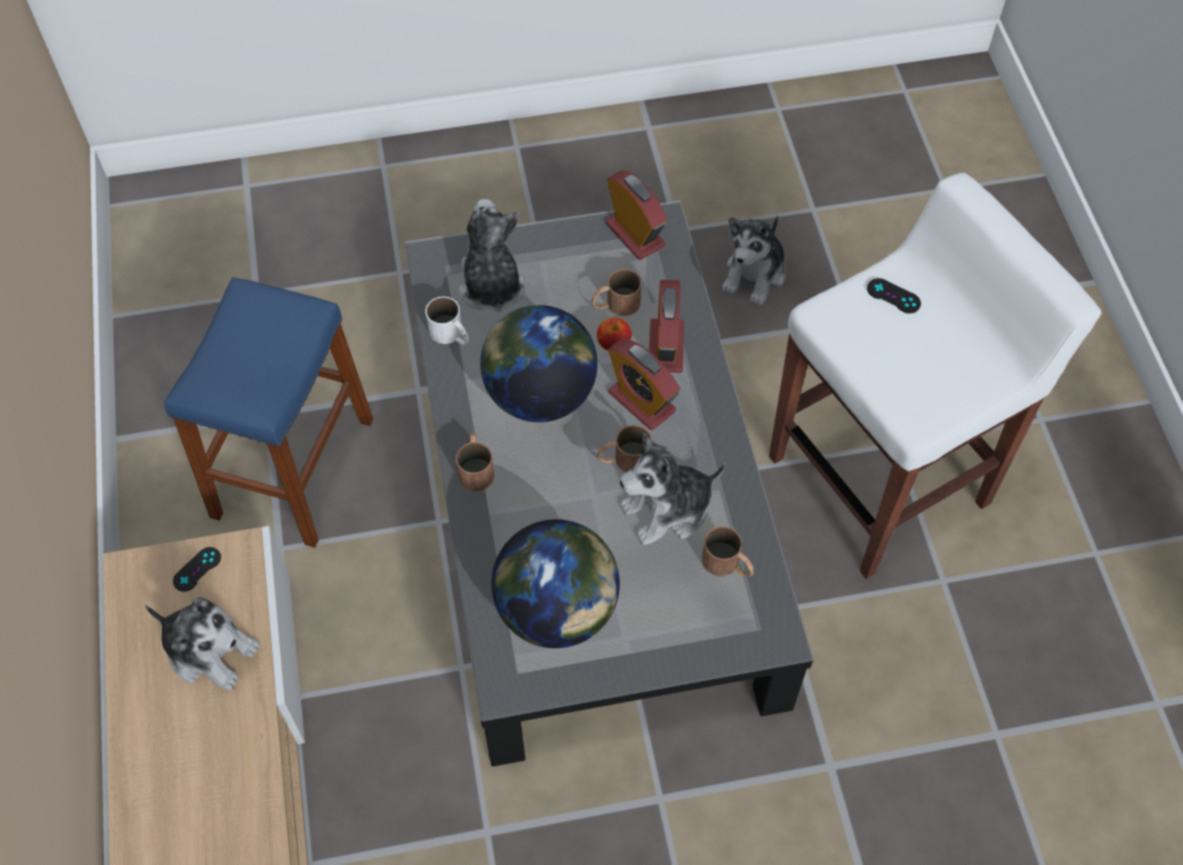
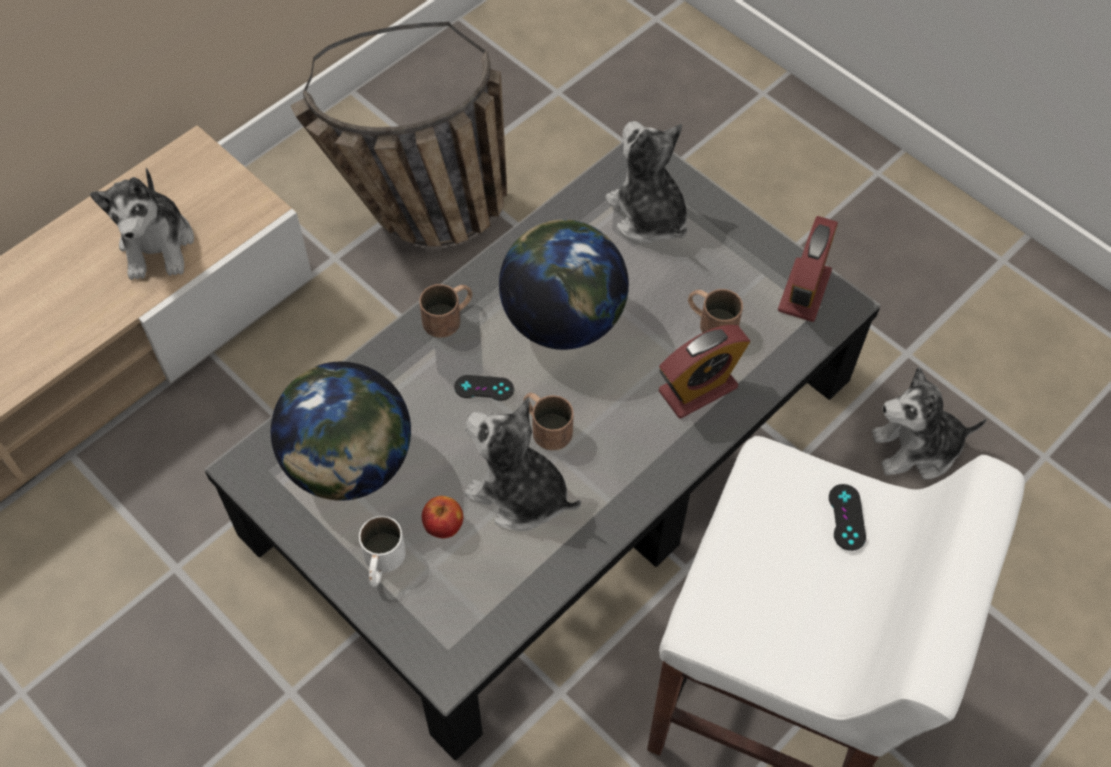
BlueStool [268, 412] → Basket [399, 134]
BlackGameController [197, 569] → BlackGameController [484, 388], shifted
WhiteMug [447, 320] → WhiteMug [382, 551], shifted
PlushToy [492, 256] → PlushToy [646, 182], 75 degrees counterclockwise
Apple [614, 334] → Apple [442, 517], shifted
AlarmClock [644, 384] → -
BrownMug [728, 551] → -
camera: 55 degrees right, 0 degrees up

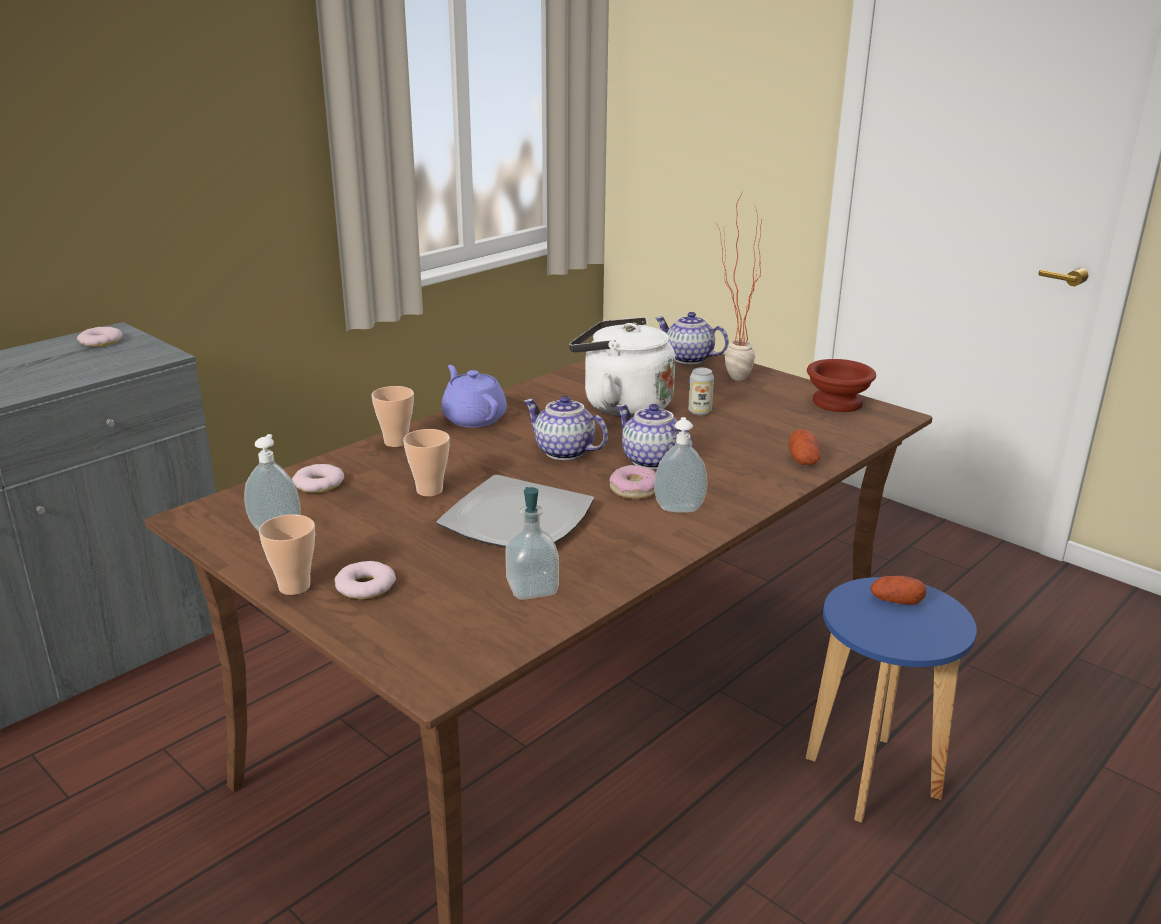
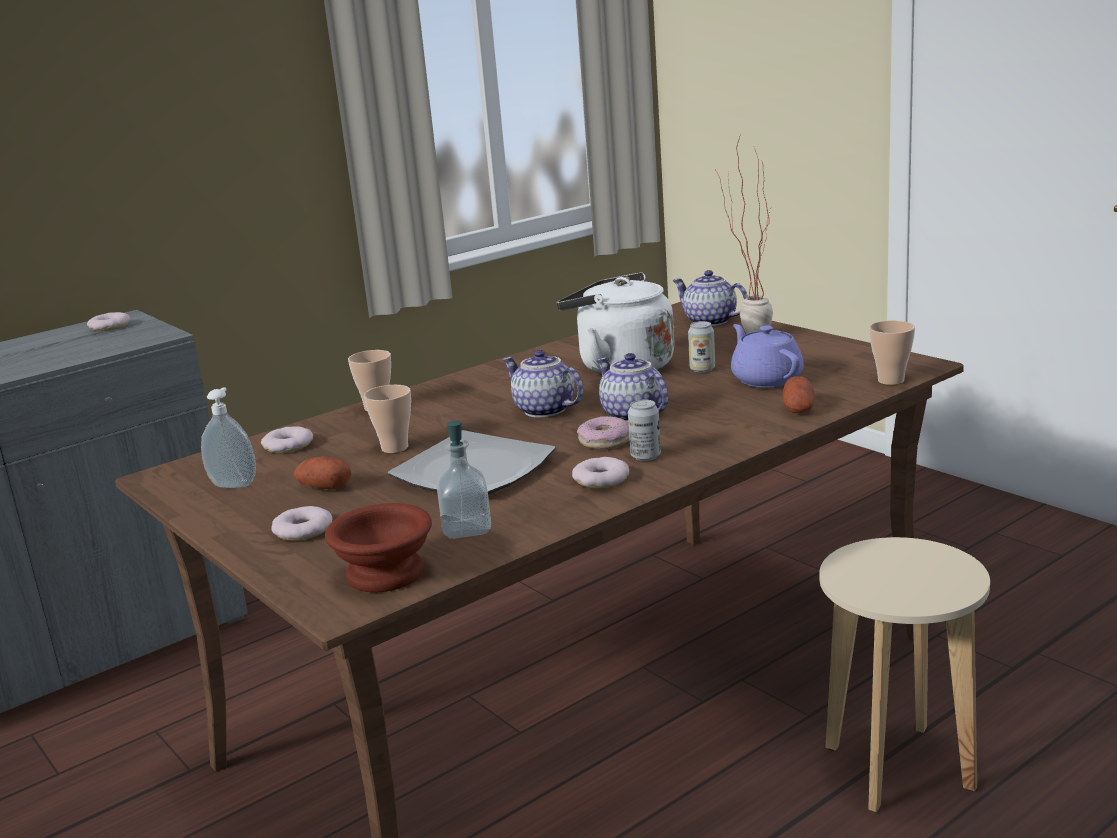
Cup [287, 554] → Cup [892, 352], shifted
PurpleTeapot [474, 396] → PurpleTeapot [767, 356], shifted
SoapDispenser [680, 465] → Can [644, 430]
BlueStool [891, 700] → BeigeStool [904, 674]
BrownBowl [841, 385] → BrownBowl [378, 547], shifted
Potato [898, 590] → Potato [323, 473], shifted
- → Donut [600, 472]
camera: 10 degrees right, 5 degrees down

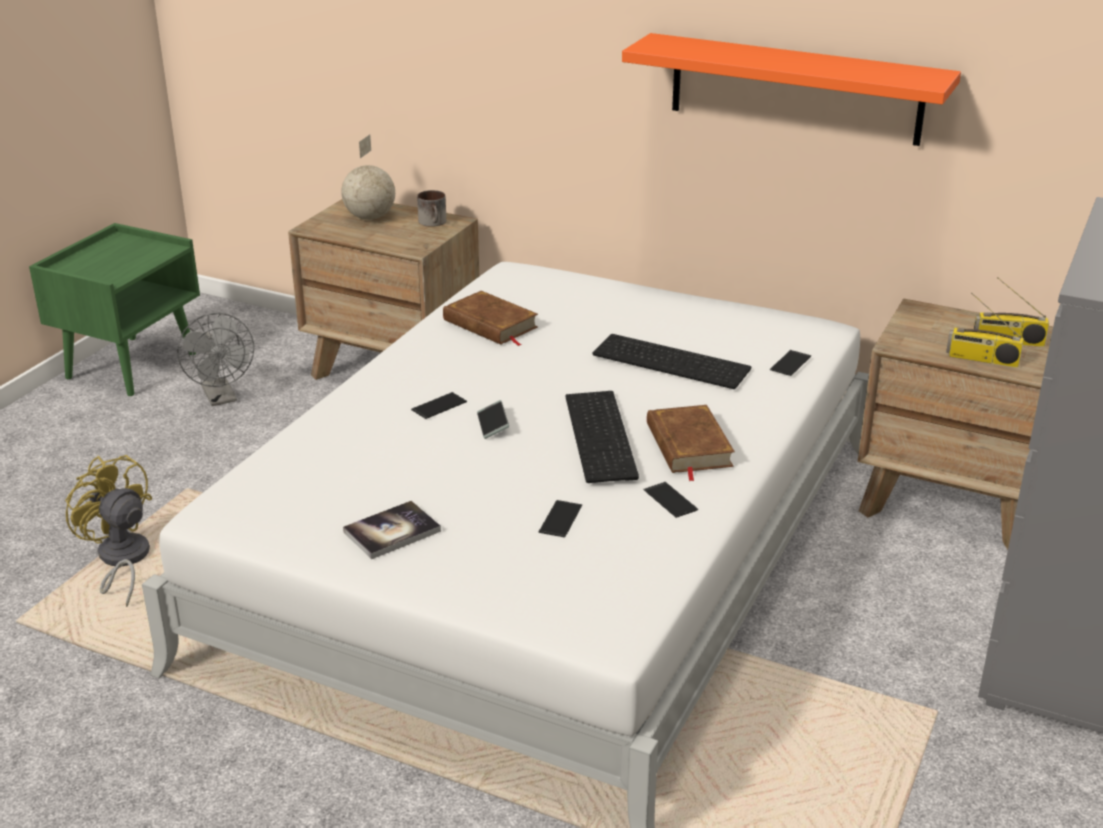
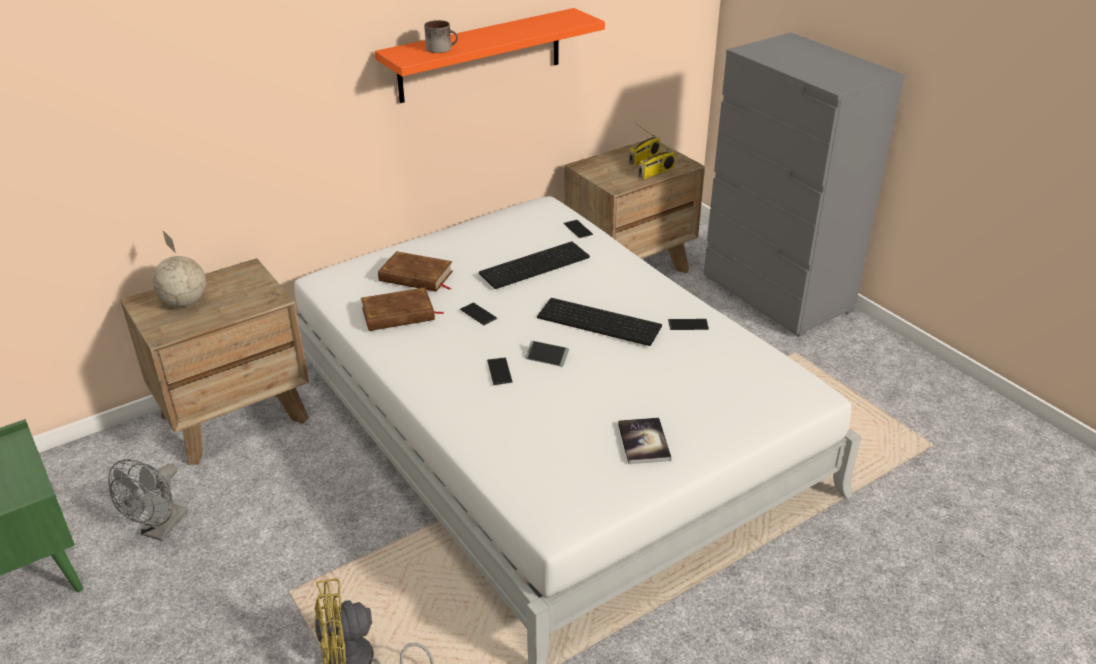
GreyFan [215, 359] → GreyFan [148, 500], 105 degrees clockwise
Mug [431, 208] → Mug [441, 36], shifted
Phone [560, 519] → Phone [479, 313], shifted
BrownBook [691, 443] → BrownBook [415, 271], shifted
camera: 60 degrees left, 5 degrees up

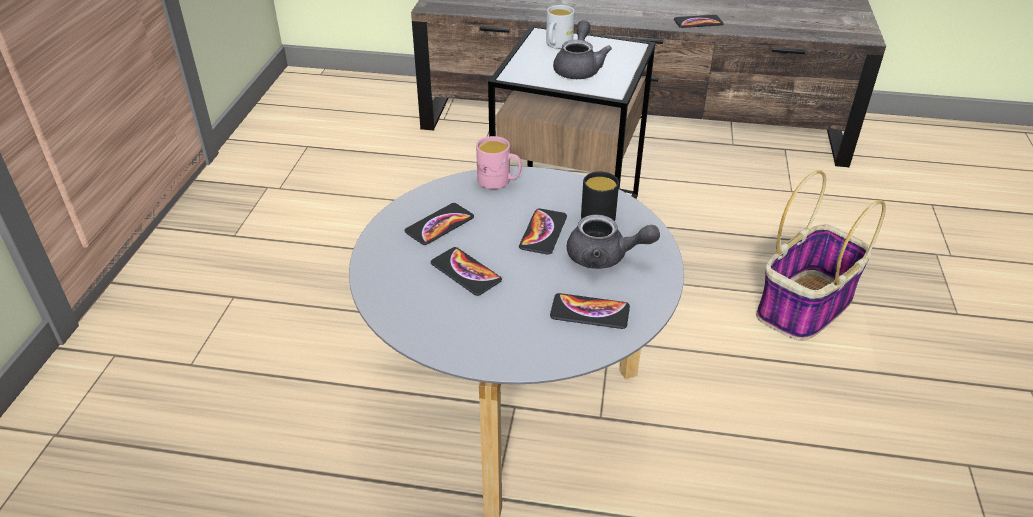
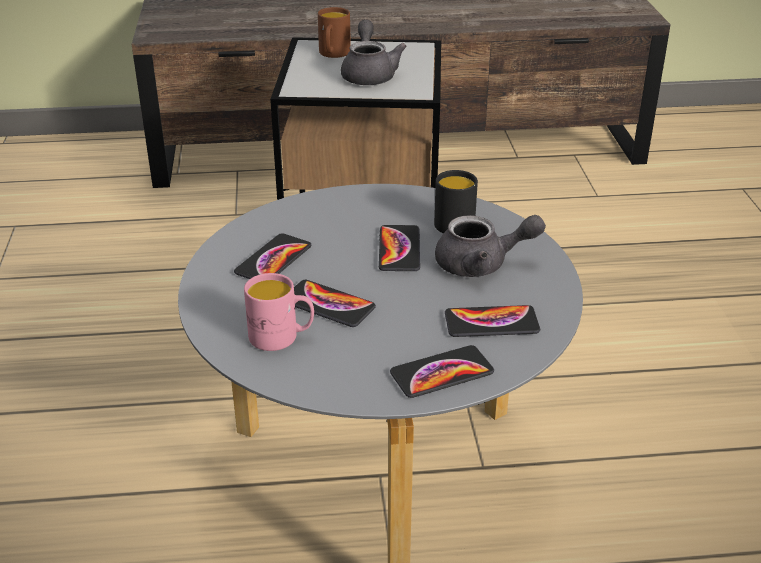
PinkMug [499, 162] → PinkMug [279, 312], shifted
WhiteMug [560, 27] → BrownMug [334, 32]
Phone [699, 21] → Phone [442, 371], shifted
Basket [821, 255] → -
camera: 15 degrees left, 5 degrees down

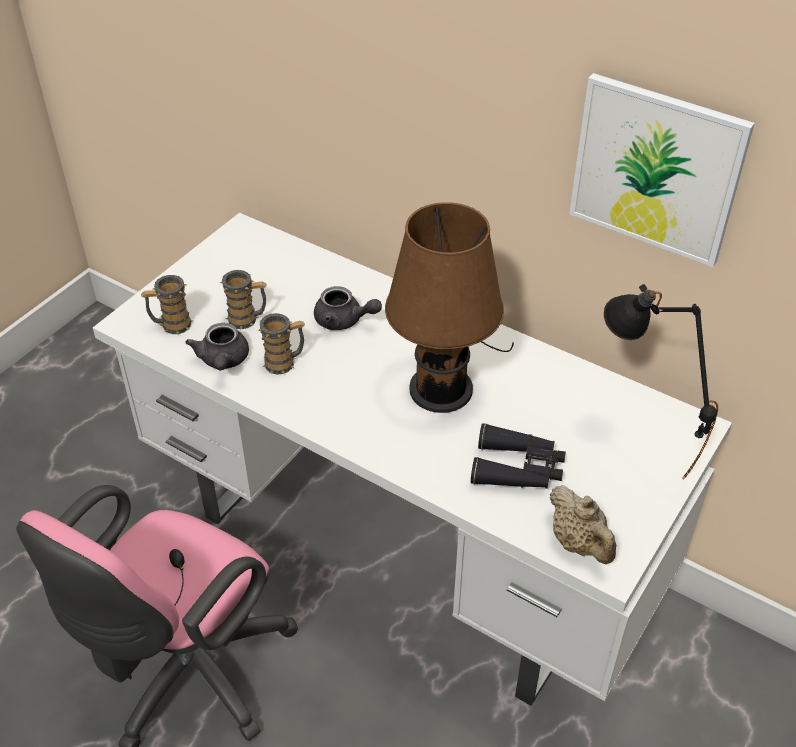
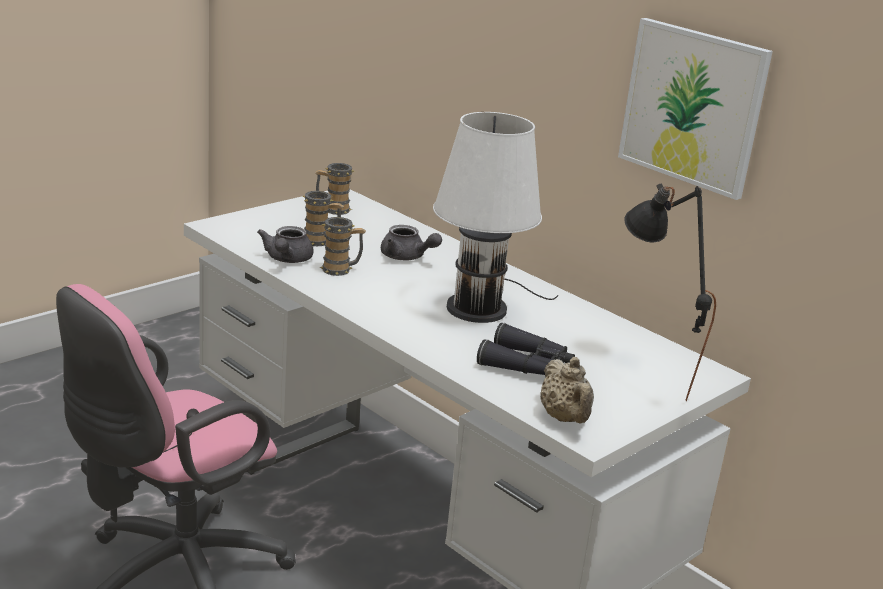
Mug [167, 304] → Mug [334, 189], shifted
BrownTableLamp [449, 307] → WhiteTableLamp [495, 217]
camera: 10 degrees right, 20 degrees down

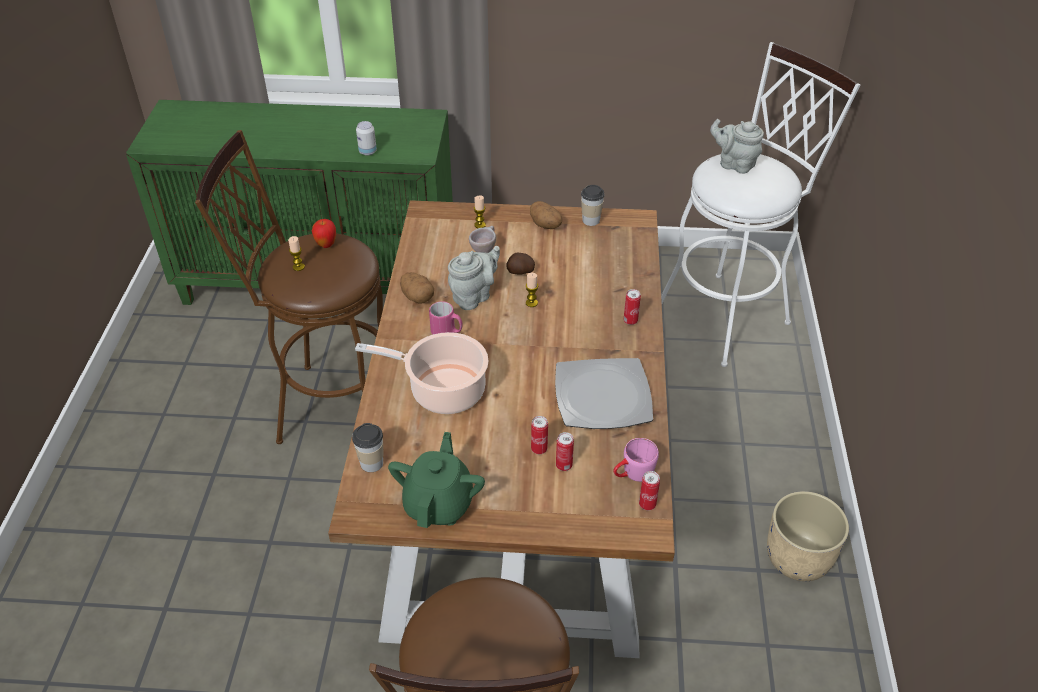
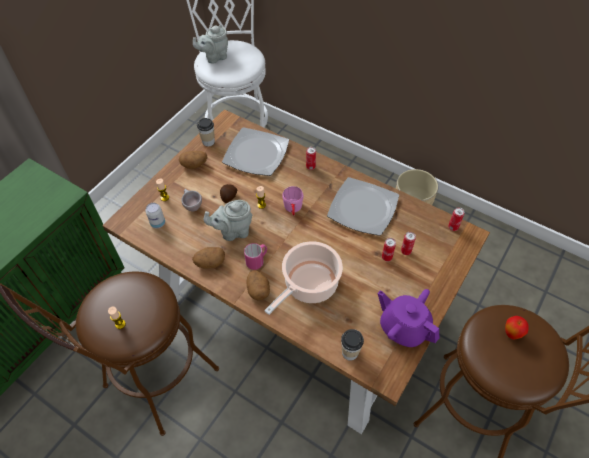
Apple [324, 233] → Apple [517, 328], shifted
Can [366, 138] → Can [155, 215], shifted
GreenTeapot [436, 480] → PurpleTeapot [408, 318]
GreyTeapot [474, 278] → GreyTeapot [228, 220], 90 degrees counterclockwise
PinkMug [636, 460] → PinkMug [292, 201], shifted
- → Plate [255, 151]
- → Potato [258, 285]
camera: 60 degrees left, 10 degrees up

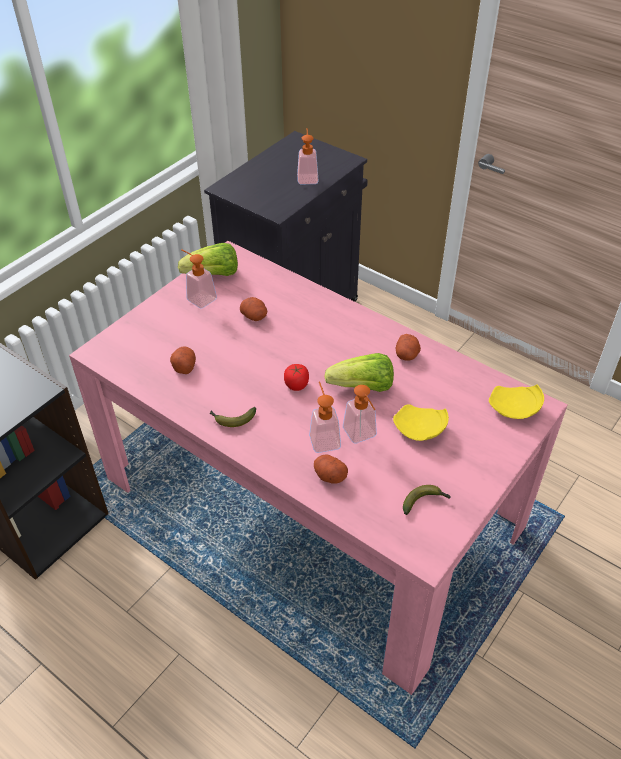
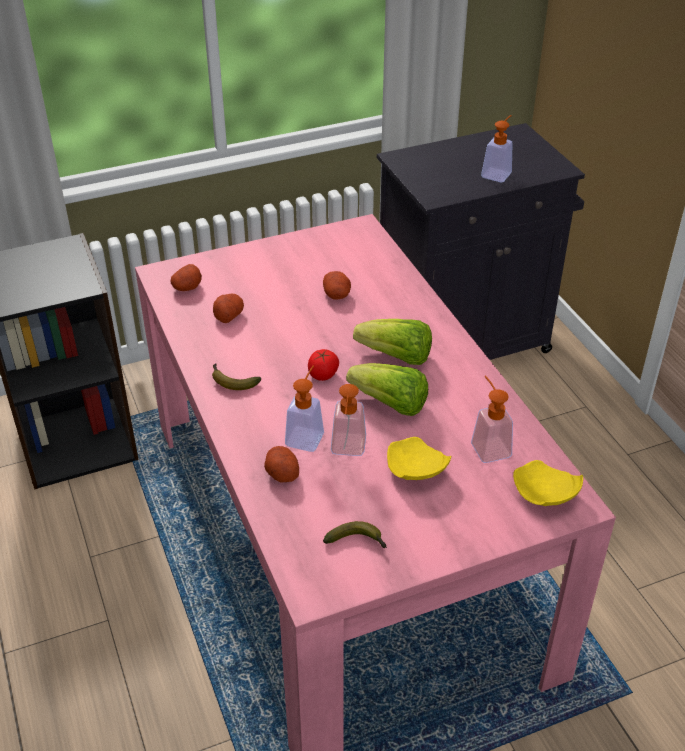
Lettuce [208, 259] → Lettuce [392, 342], shifted
SoapDispenser [199, 279] → SoapDispenser [492, 419], shifted
Potato [408, 347] → Potato [186, 277], shifted
camera: 30 degrees right, 5 degrees down

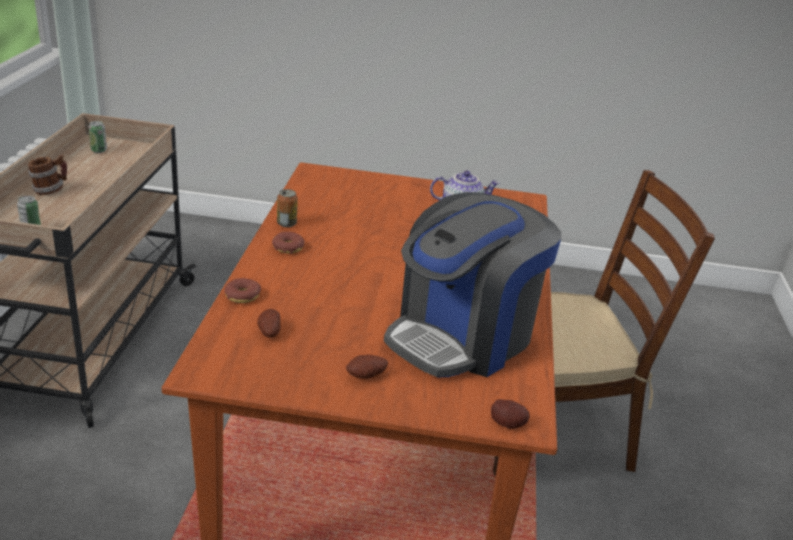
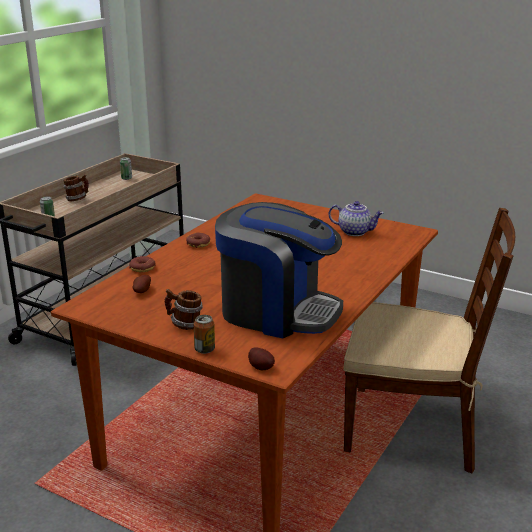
Can [287, 208] → Can [204, 334], shifted
Potato [367, 367] → Mug [183, 309]
CoffeeMachine [472, 285] → CoffeeMachine [279, 270], 135 degrees counterclockwise
camera: 25 degrees right, 5 degrees down

